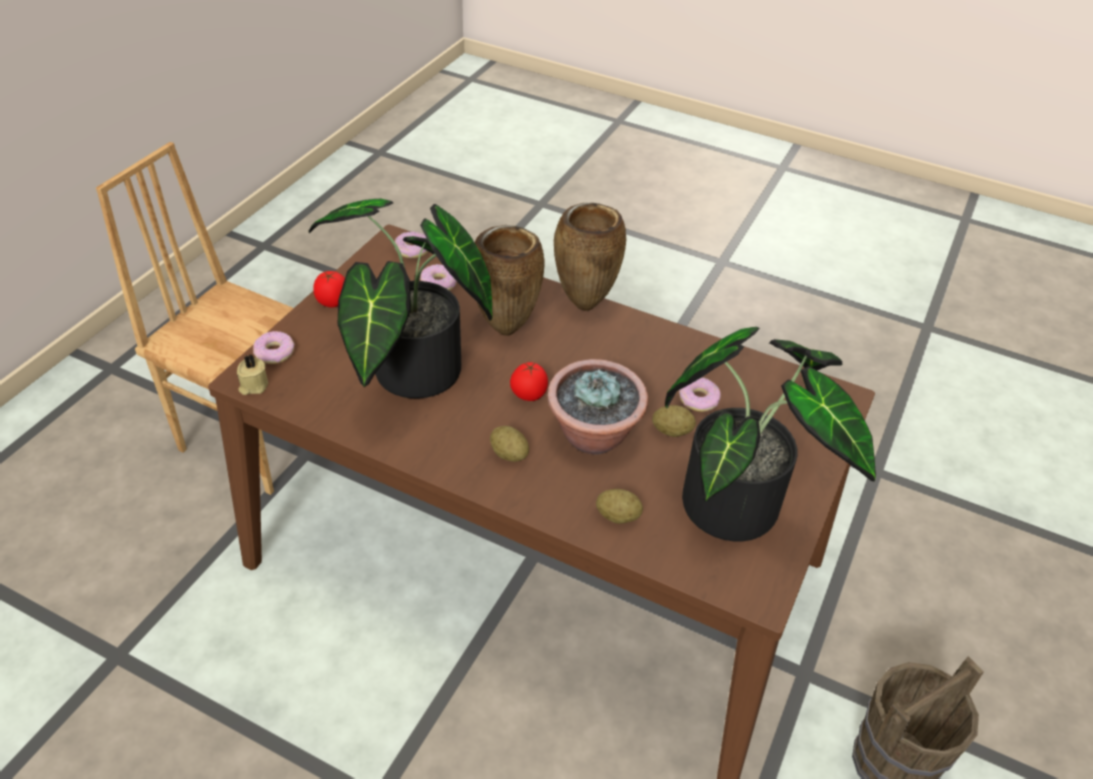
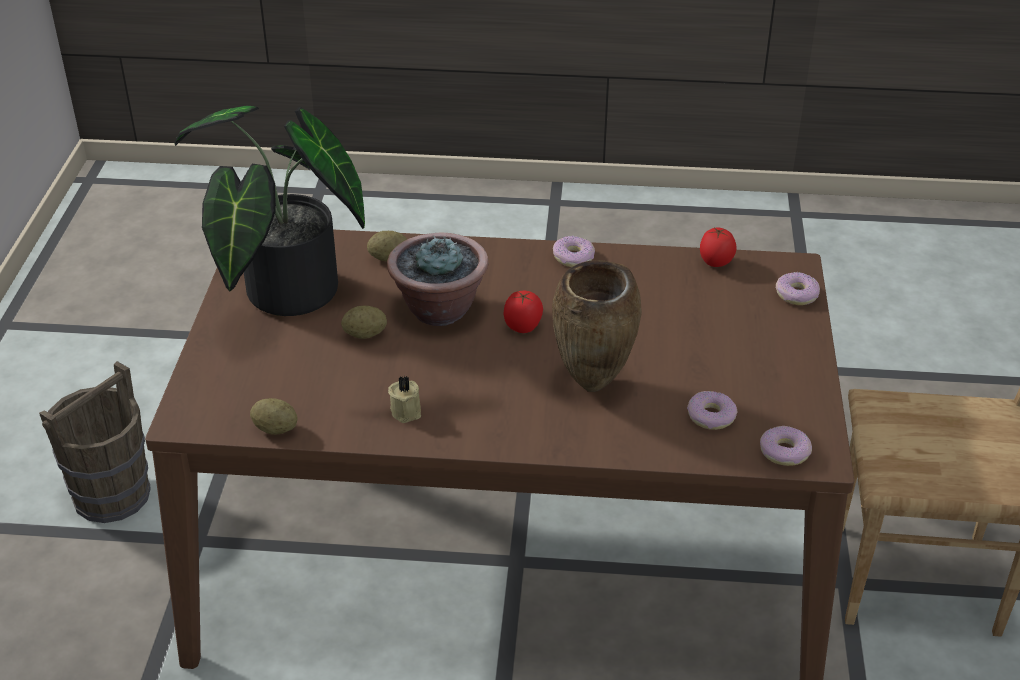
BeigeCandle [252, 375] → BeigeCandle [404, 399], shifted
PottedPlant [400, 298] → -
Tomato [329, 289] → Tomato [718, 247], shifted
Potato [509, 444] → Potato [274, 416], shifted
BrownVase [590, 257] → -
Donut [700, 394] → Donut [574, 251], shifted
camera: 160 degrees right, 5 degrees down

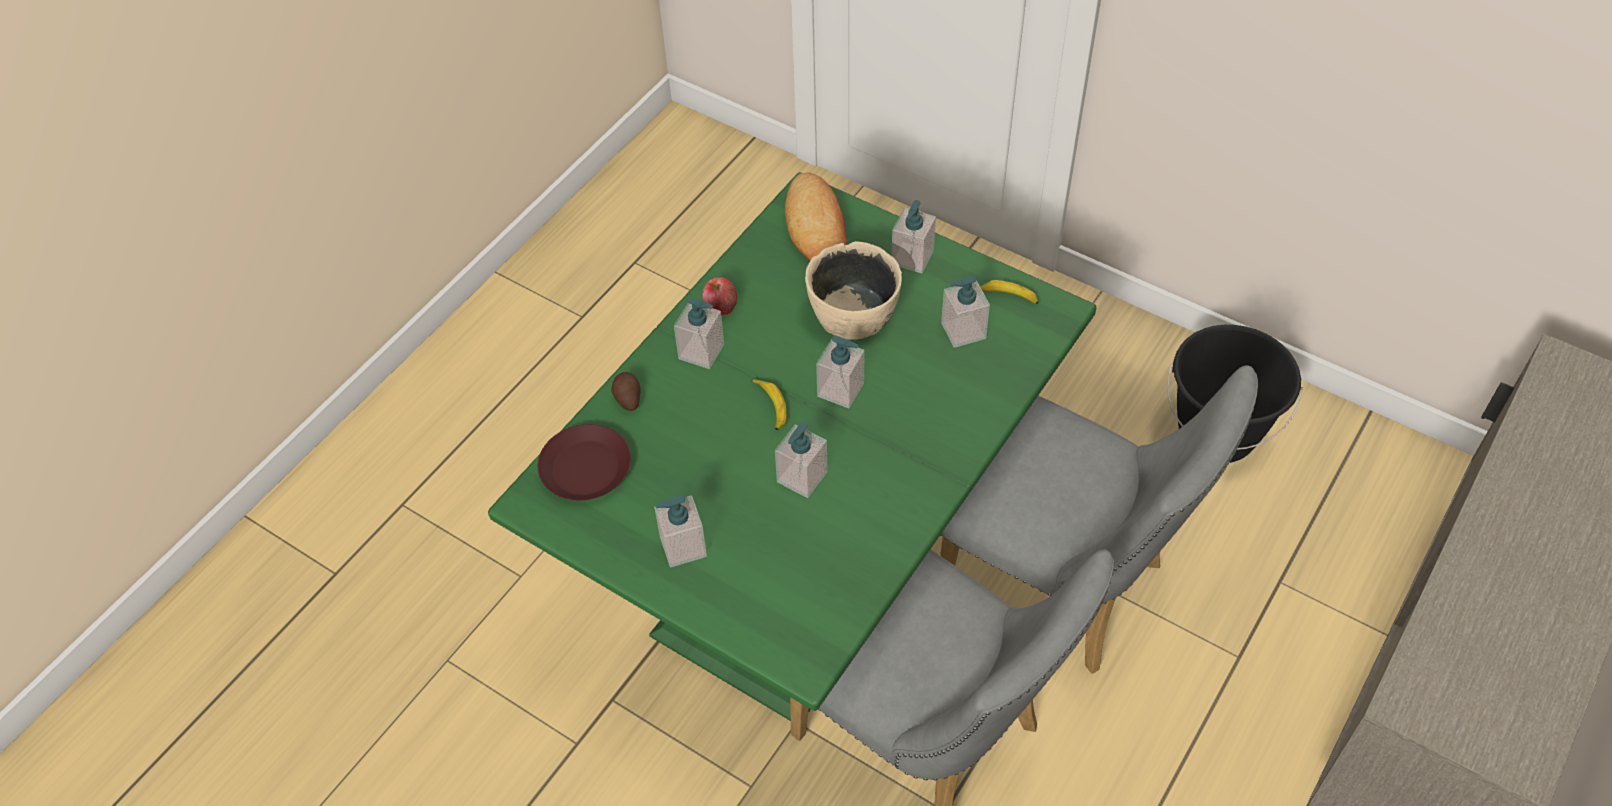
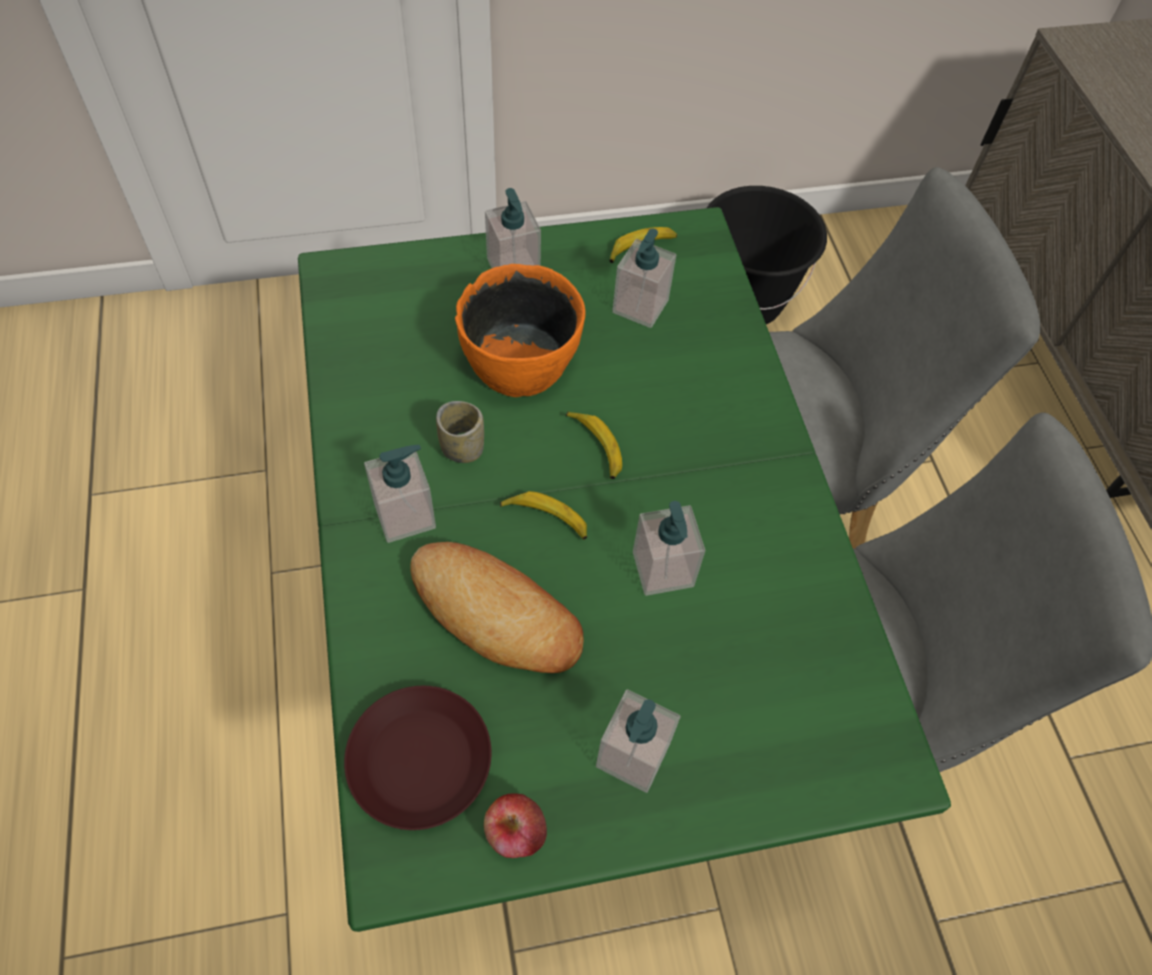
Potato [626, 391] → -
Apple [719, 296] → Apple [515, 825], shifted
Bread [816, 216] → Bread [497, 607], shifted
BeigeBowl [853, 290] → OrangeBowl [520, 330]
SoapDispenser [840, 371] → Banana [594, 445]
- → Cup [460, 432]
camera: 50 degrees left, 5 degrees up

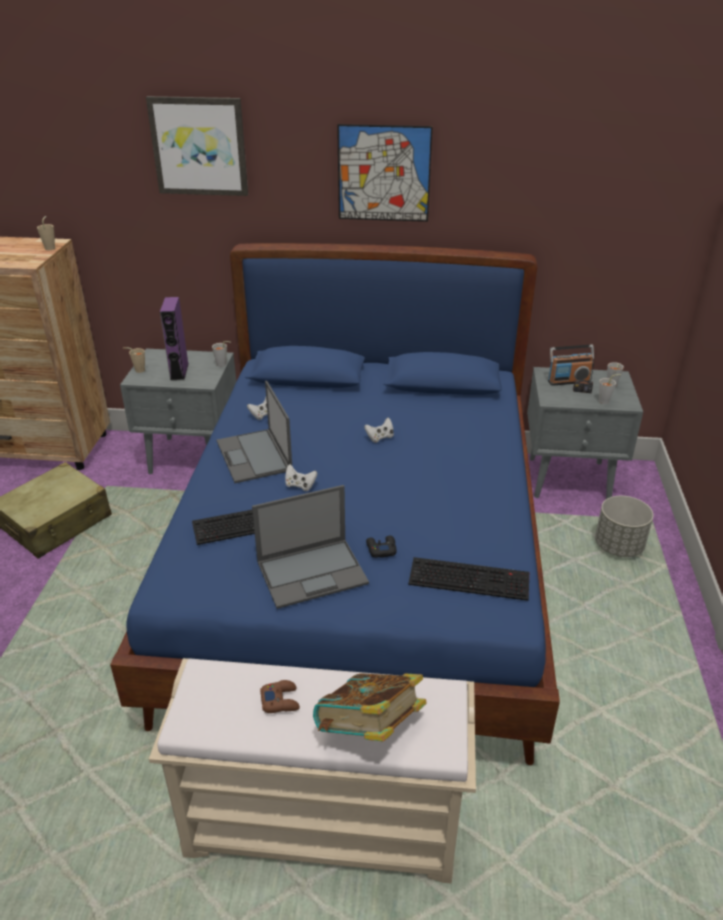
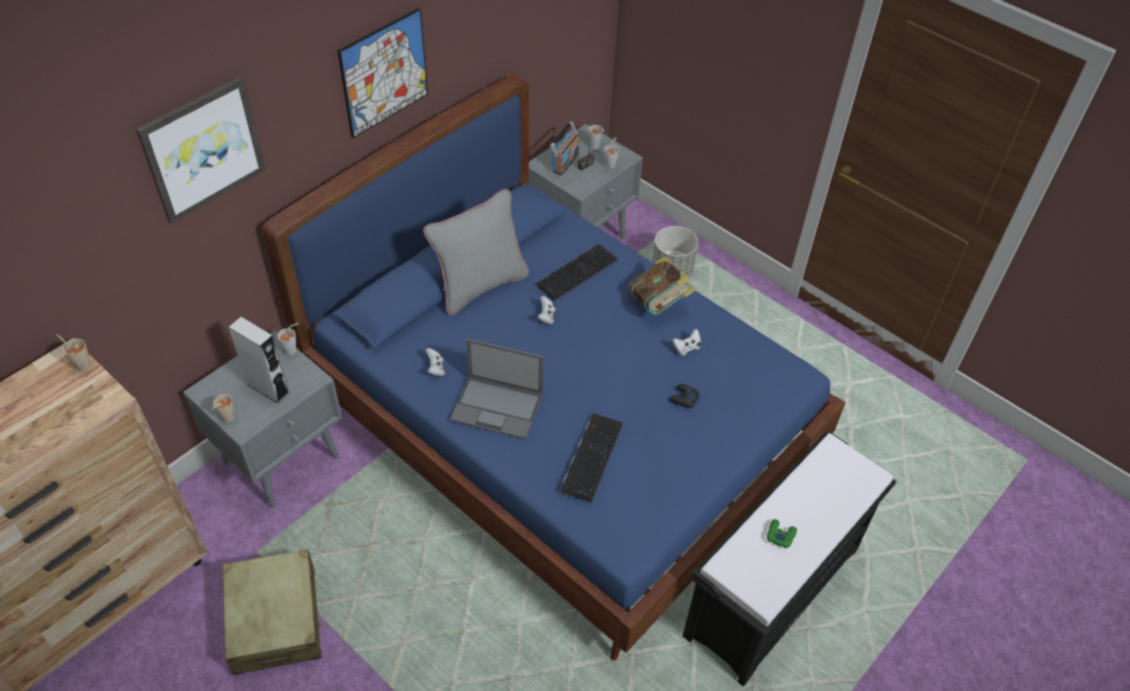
BeigeBench [312, 770] → BlackBench [789, 558]
PurpleSpeaker [174, 339] → GreySpeaker [259, 360]
Laptop [310, 547] → -
BrownGameController [280, 696] → GreenGameController [782, 533]
WhiteGameController [301, 477] → WhiteGameController [686, 342], shifted
Book [370, 707] → Book [662, 285], shifted
Keyboard [468, 579] → Keyboard [577, 272], shifted
- → GreyPillow [476, 252]
camera: 55 degrees left, 15 degrees up

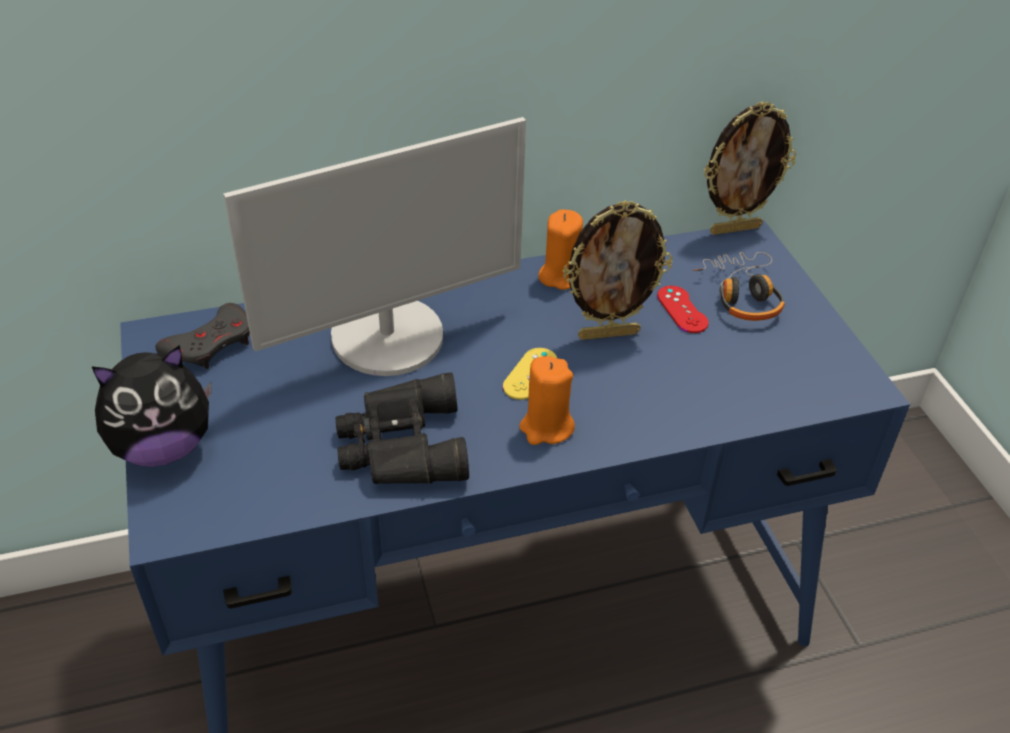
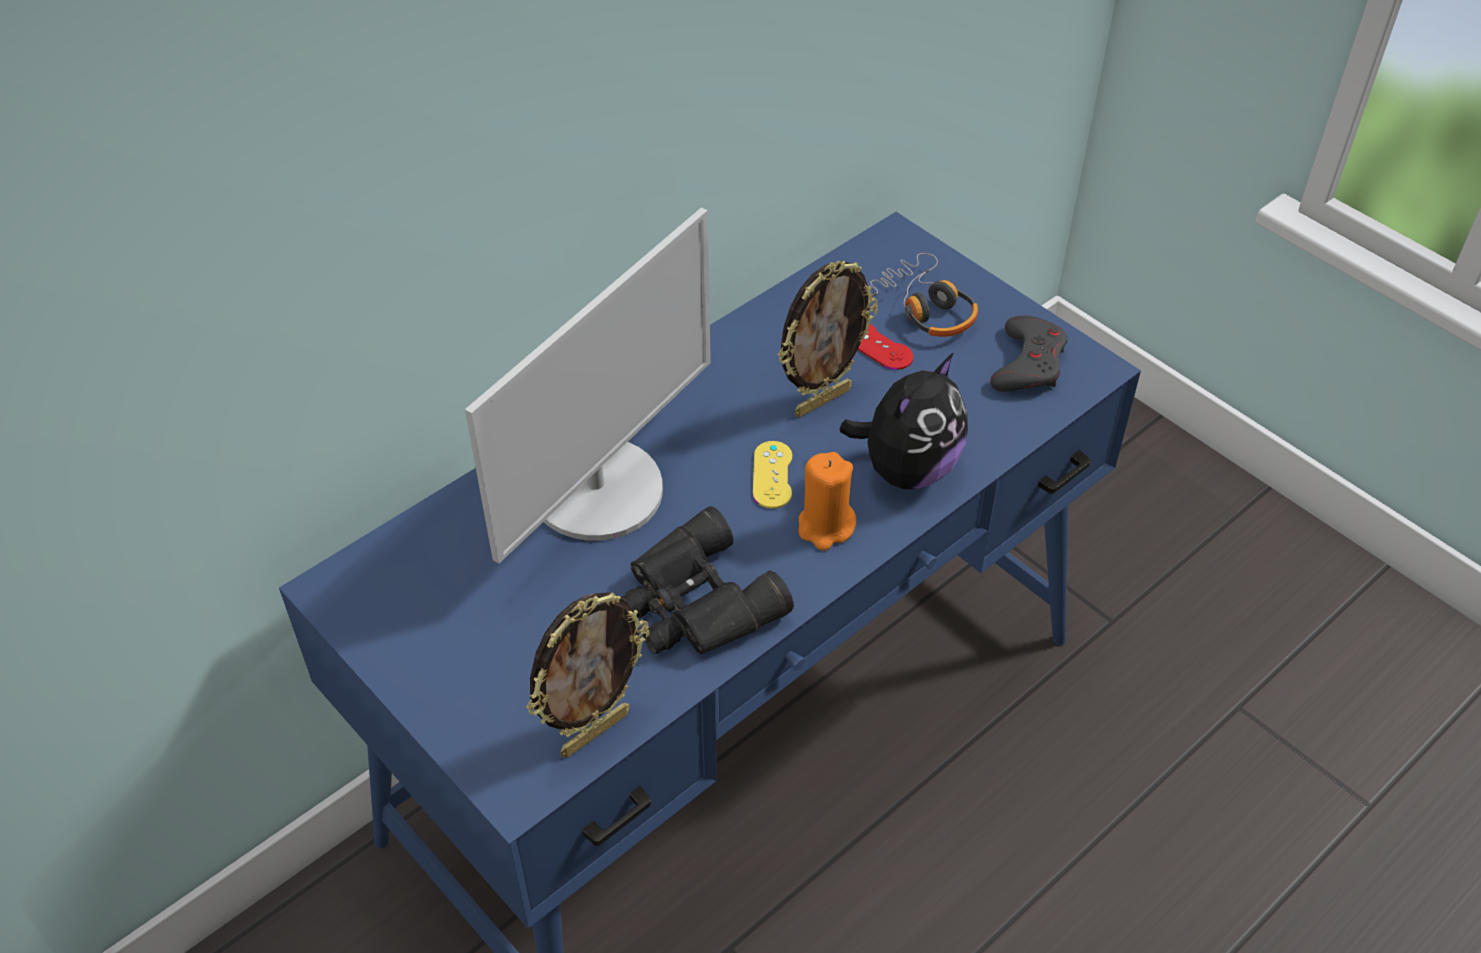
PlushToy [152, 406] → PlushToy [903, 420], shifted
GreyGameController [203, 336] → GreyGameController [1029, 353], shifted
OrangeCandle [560, 249] → -
PictureFrame [750, 168] → PictureFrame [588, 674], shifted
camera: 25 degrees left, 5 degrees up

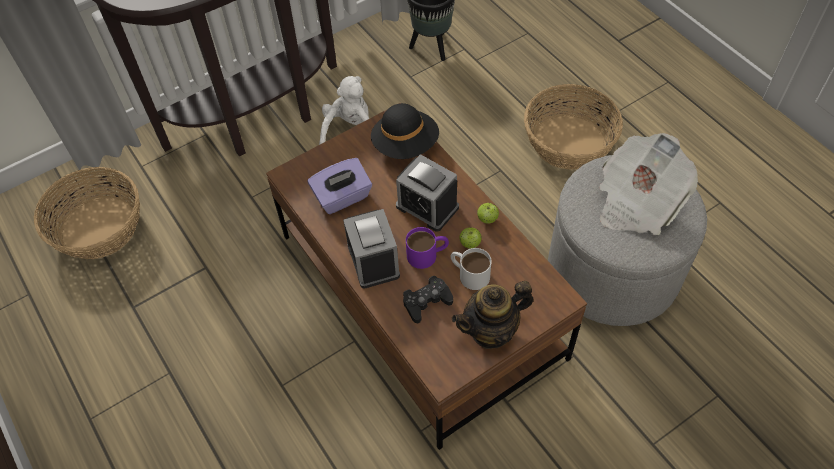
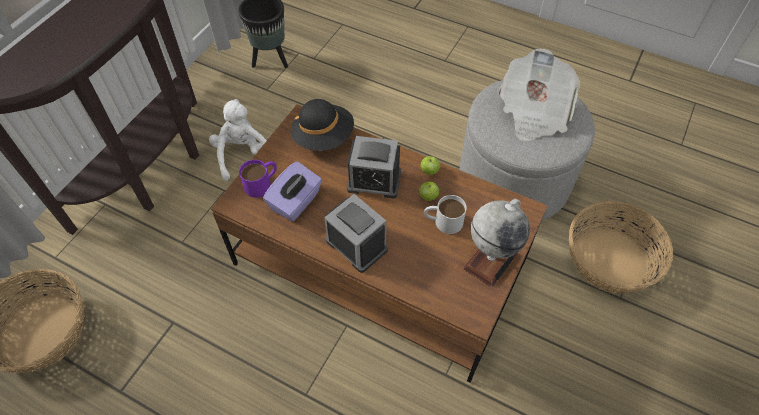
BlackGameController [428, 299] → -
PurpleMug [427, 248] → PurpleMug [258, 179], shifted
Teapot [493, 315] → Globe [496, 242]
Basket [573, 127] → Basket [621, 247], shifted
camera: 30 degrees left, 0 degrees up

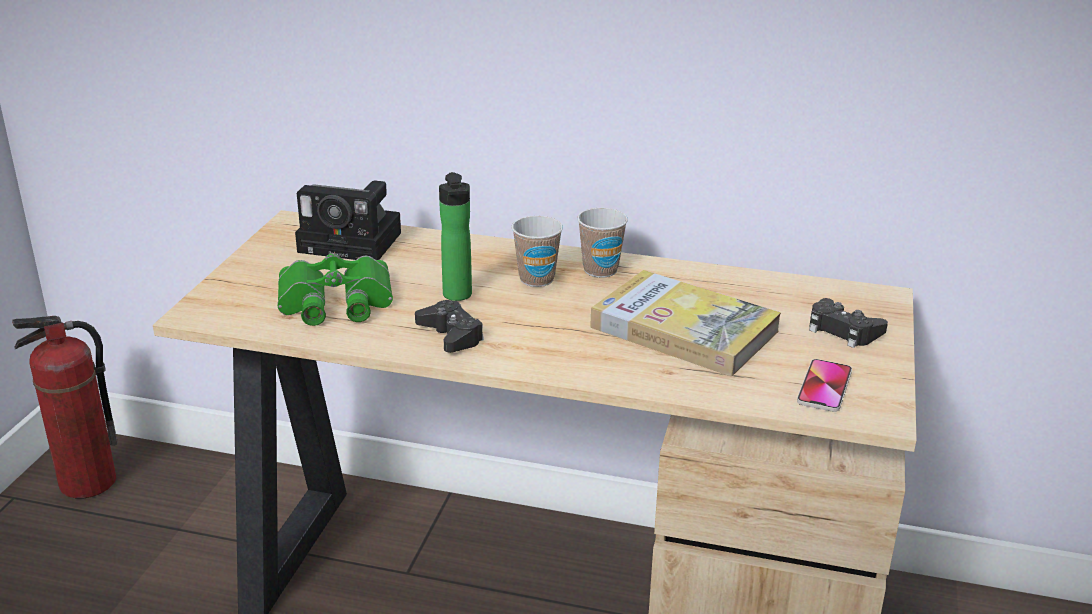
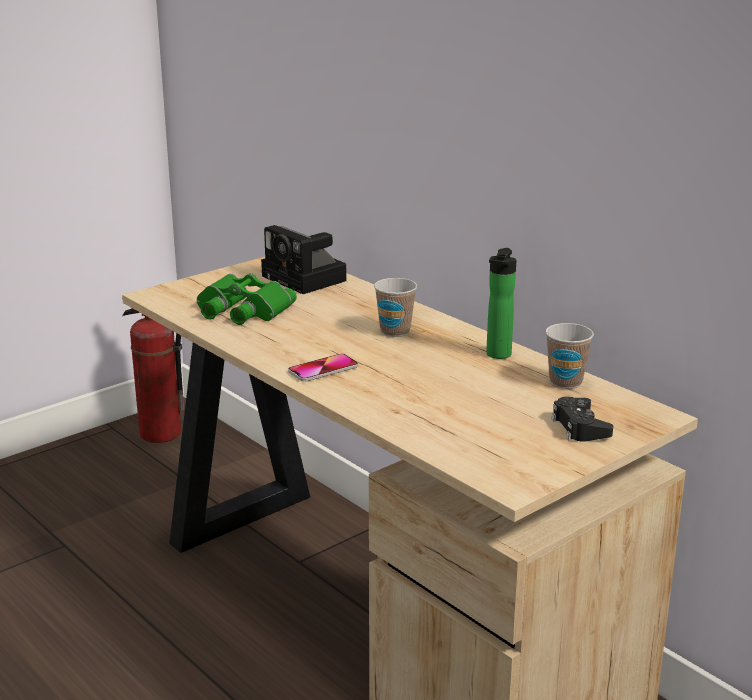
BlackGameController [449, 326] → -
Bottle [455, 236] → Bottle [501, 303], shifted
Cup [602, 243] → Cup [569, 356], shifted
Book [685, 323] → -
Phone [824, 385] → Phone [323, 368], shifted
camera: 35 degrees right, 5 degrees down

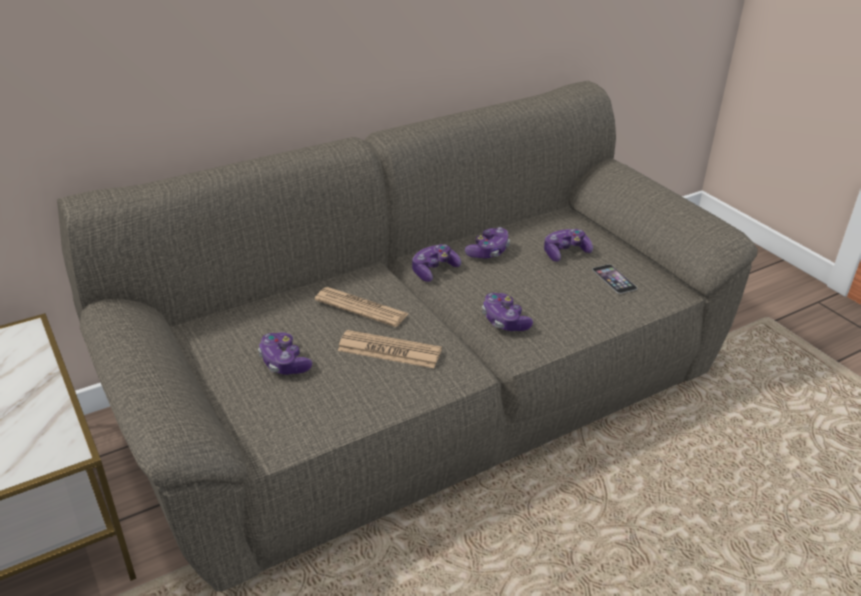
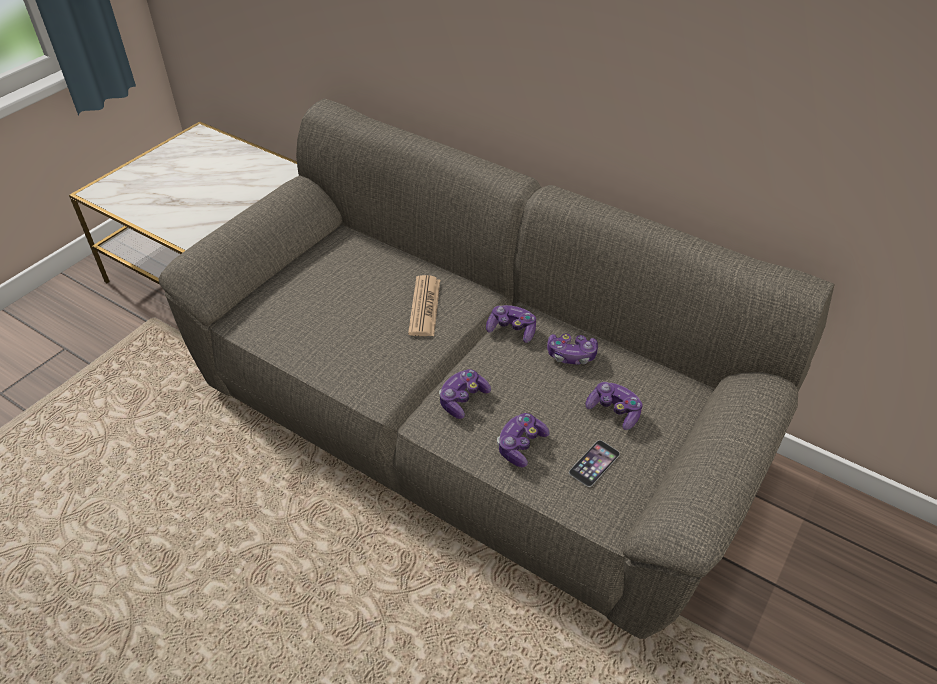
GameController [285, 353] → GameController [523, 440], shifted
Newspaper [389, 349] → -
camera: 65 degrees right, 10 degrees up

